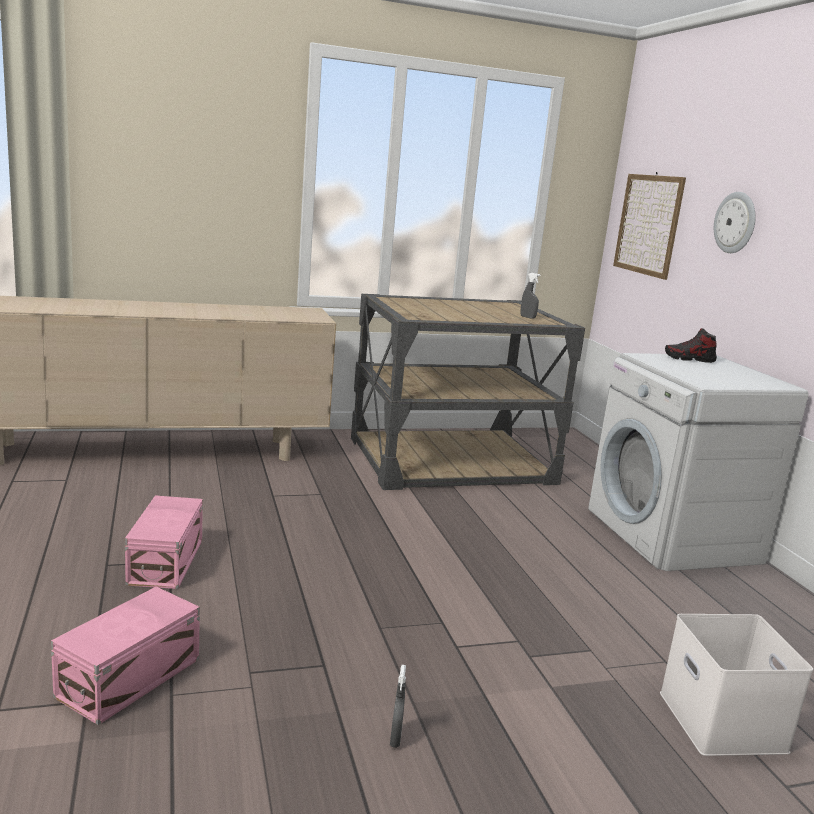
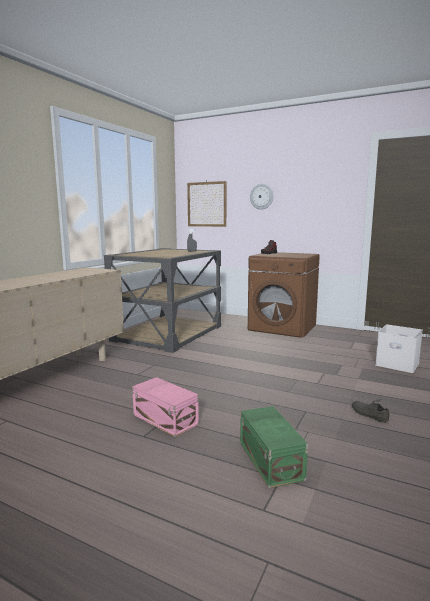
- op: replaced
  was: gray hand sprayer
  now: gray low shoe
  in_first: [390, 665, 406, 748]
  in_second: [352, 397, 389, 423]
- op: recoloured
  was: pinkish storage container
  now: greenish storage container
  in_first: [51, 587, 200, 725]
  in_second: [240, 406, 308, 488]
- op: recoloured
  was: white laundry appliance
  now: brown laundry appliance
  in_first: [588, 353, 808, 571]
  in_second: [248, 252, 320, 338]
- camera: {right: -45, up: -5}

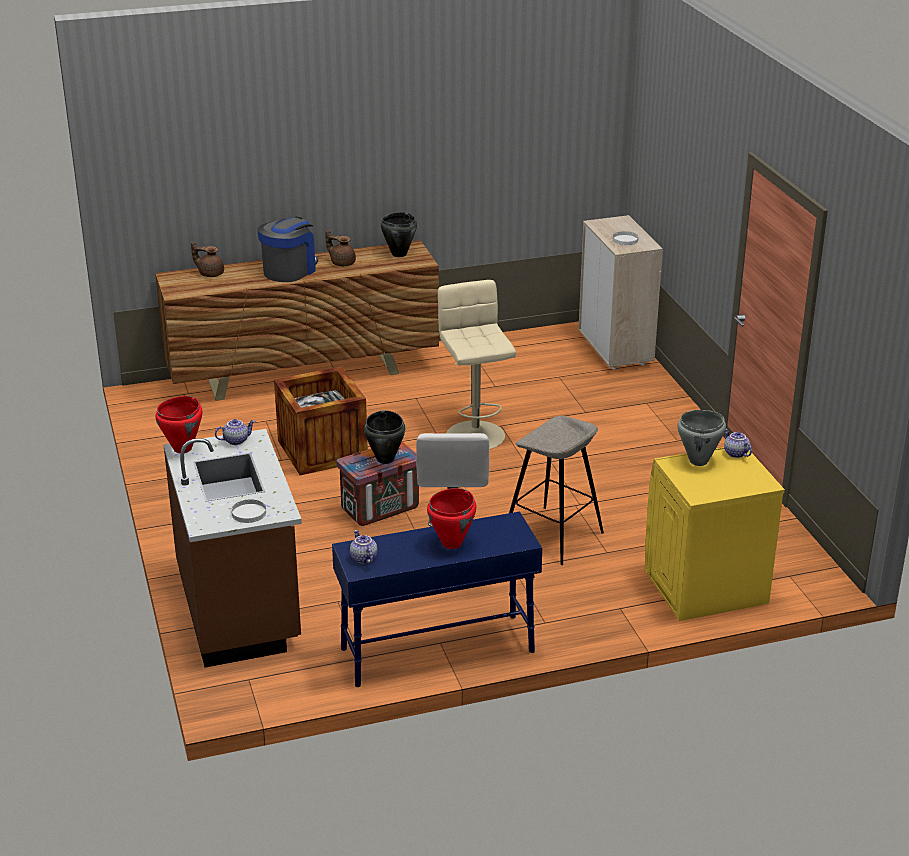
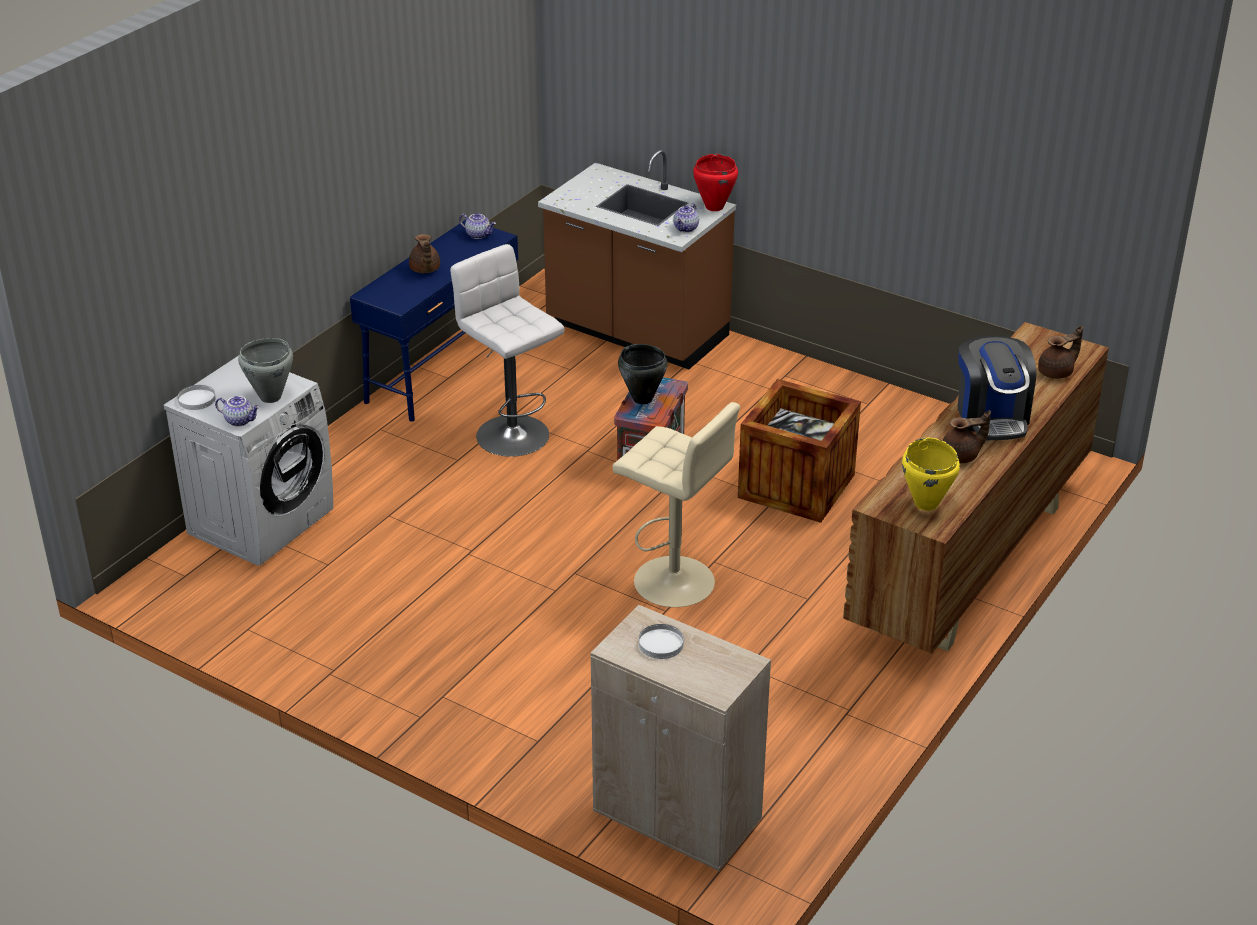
- op: removed
  was: gray stool seat
  in_first: [509, 416, 604, 565]
- op: moved
  was: white plate
  in_first: [231, 499, 266, 523]
  in_second: [177, 385, 216, 410]
- op: replaced
  was: red-coloured cooking pot
  now: brown teapot
  in_first: [427, 488, 476, 549]
  in_second: [409, 234, 440, 273]
- op: recoloured
  was: blackish cooking pot
  now: yellow-coloured cooking pot
  in_first: [381, 212, 417, 257]
  in_second: [902, 438, 960, 511]
- op: recoloured
  was: yellow-coloured laundry appliance
  now: white laundry appliance
  in_first: [645, 447, 785, 621]
  in_second: [164, 355, 333, 565]
- camera: {right: 140, up: 5}

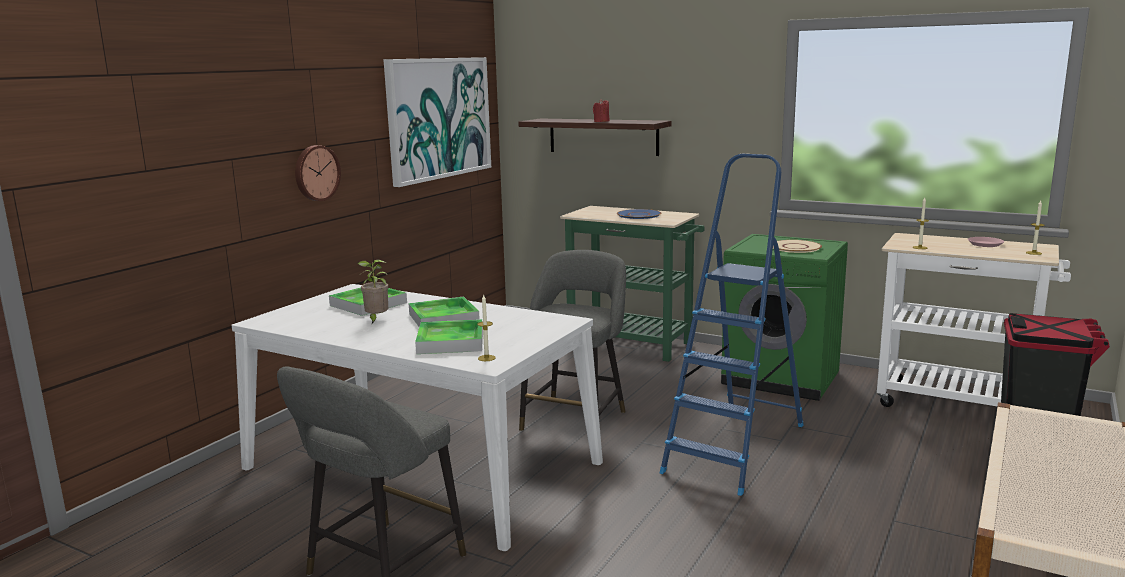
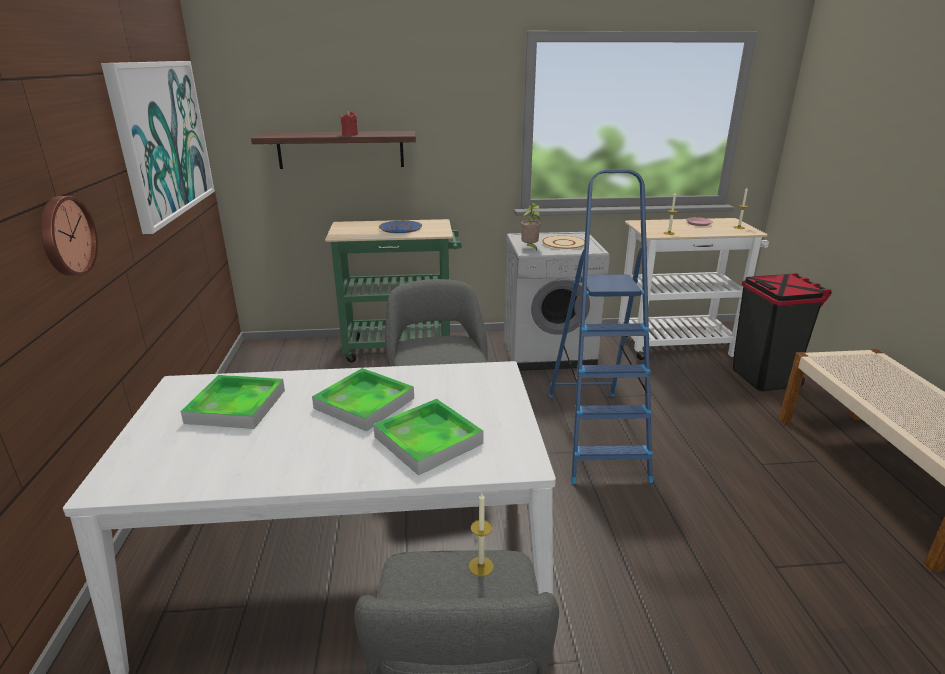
- op: moved
  was: plant in a pot
  in_first: [358, 259, 388, 324]
  in_second: [521, 203, 541, 251]
- op: moved
  was: wax light
  in_first: [478, 295, 496, 361]
  in_second: [469, 493, 494, 577]
- op: recoloured
  was: greenish laundry appliance
  now: white laundry appliance
  in_first: [721, 234, 848, 401]
  in_second: [504, 232, 610, 371]
- camera: {right: -35, up: 10}

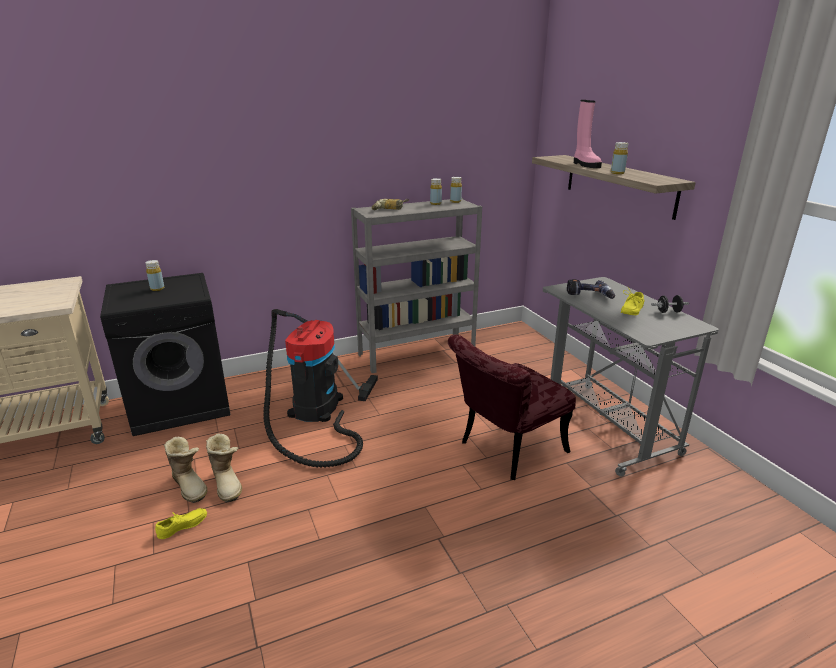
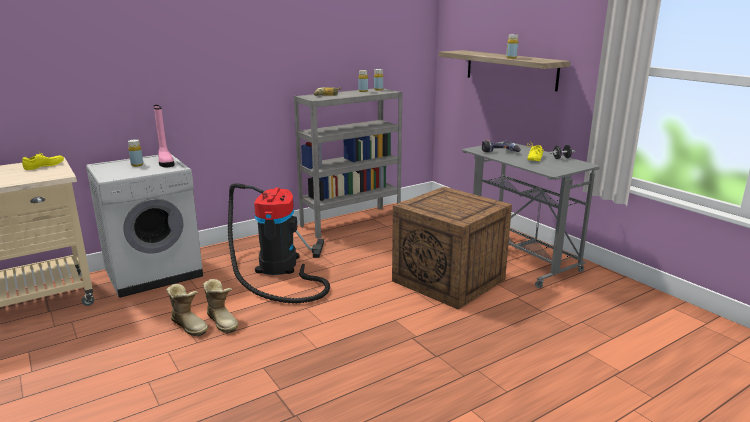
- op: moved
  was: yellow-coloured low shoe
  in_first: [155, 508, 207, 539]
  in_second: [22, 151, 64, 170]
- op: moved
  was: pinkish boot
  in_first: [574, 100, 602, 168]
  in_second: [154, 105, 175, 167]
- op: replaced
  was: red-coloured plain chair
  now: shipping crate
  in_first: [448, 334, 576, 480]
  in_second: [392, 187, 512, 310]
- op: recoloured
  was: blackish laundry appliance
  now: white laundry appliance
  in_first: [100, 273, 230, 436]
  in_second: [86, 153, 203, 298]
- camera: {right: -10, up: -5}

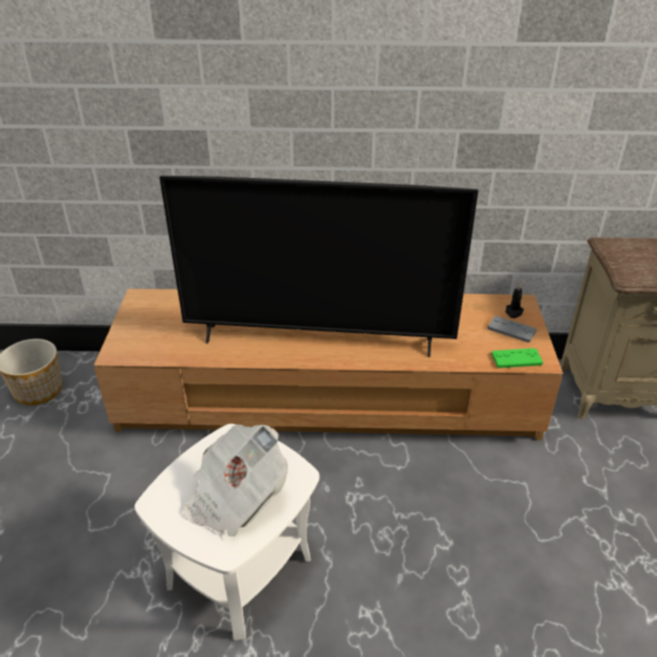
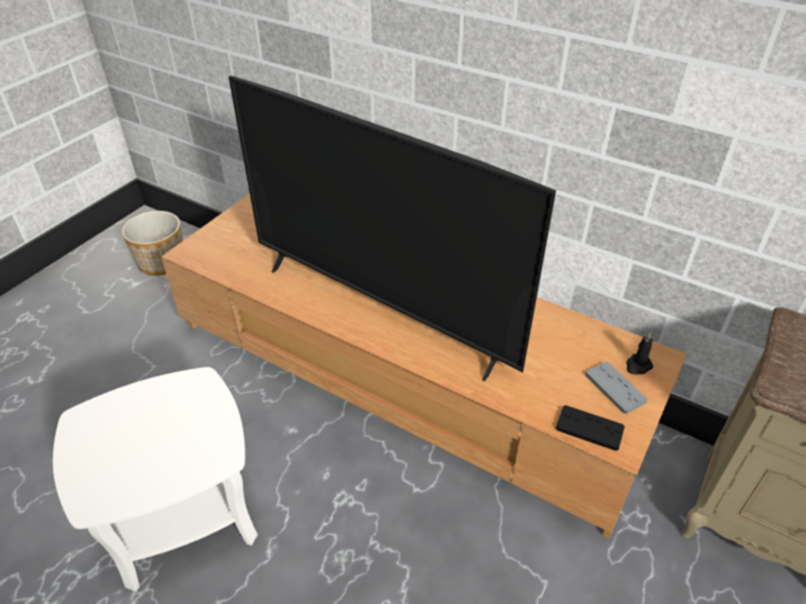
- op: removed
  was: newspaper
  in_first: [183, 424, 288, 537]
- op: recoloured
  was: greenish gamepad
  now: blackish gamepad
  in_first: [492, 348, 543, 368]
  in_second: [555, 405, 625, 451]
- camera: {right: 30, up: 5}

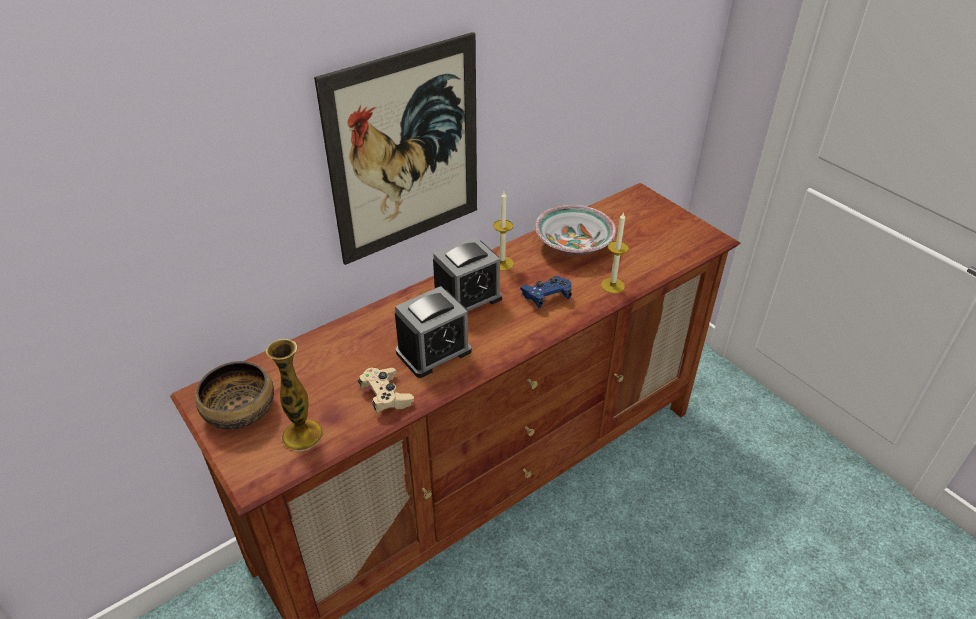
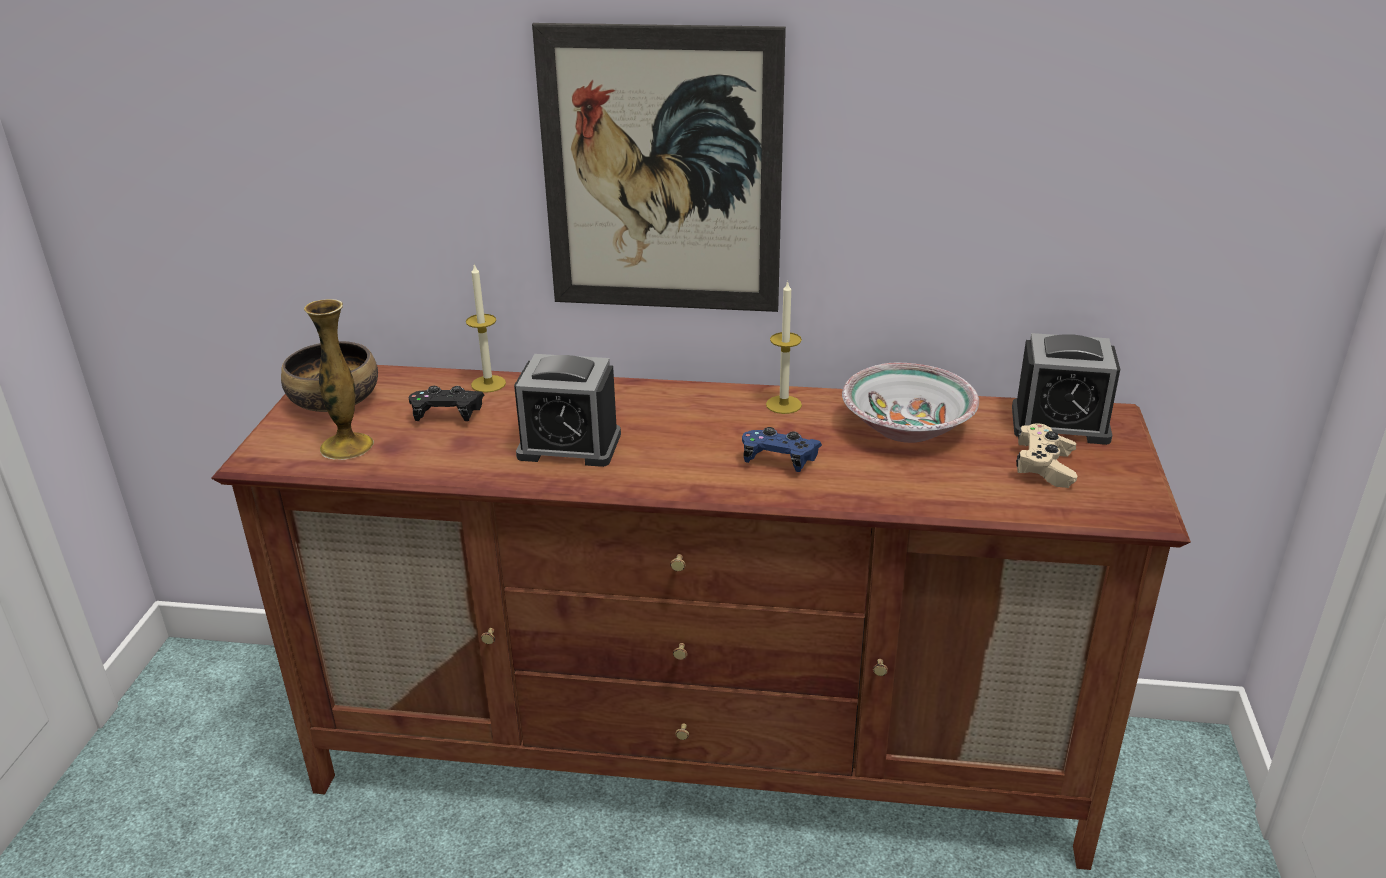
- op: added
  now: blackish gamepad
  in_second: [409, 386, 485, 421]
- op: moved
  was: beige-coloured gamepad
  in_first: [358, 368, 414, 413]
  in_second: [1016, 423, 1077, 488]
- op: moved
  was: table clock
  in_first: [433, 237, 502, 311]
  in_second: [1012, 333, 1120, 445]
- op: moved
  was: wax light
  in_first: [601, 213, 629, 294]
  in_second: [466, 263, 506, 393]
- camera: {right: 45, up: -10}

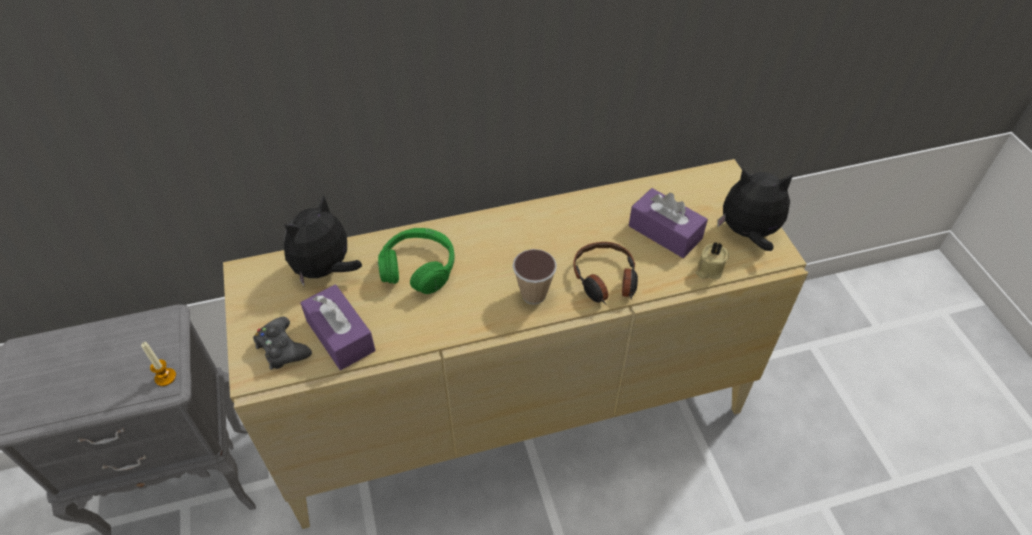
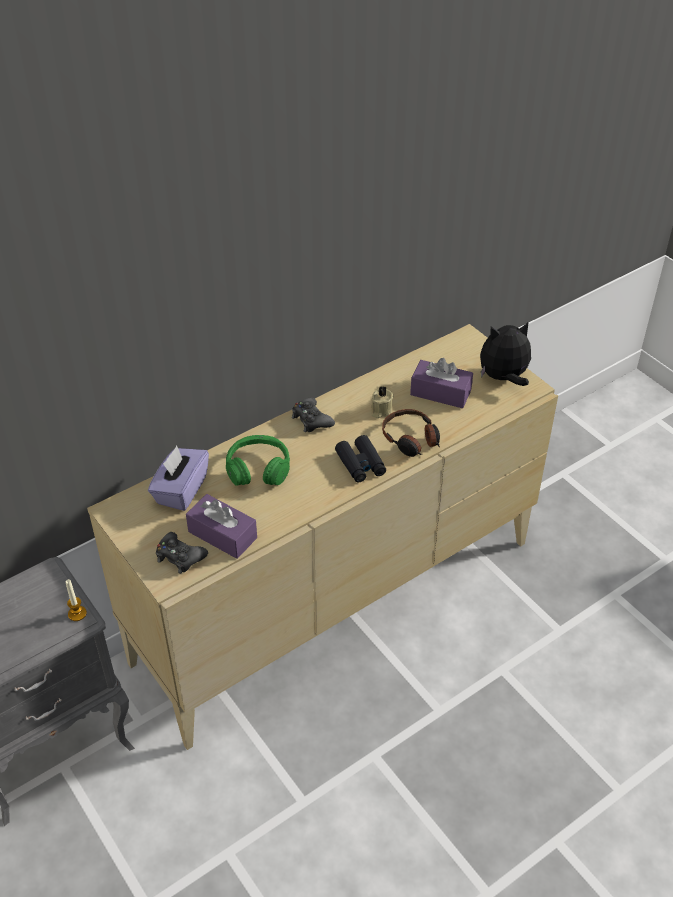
- op: added
  now: blackish gamepad
  in_second: [292, 397, 335, 432]
- op: moved
  was: beige-coloured wax light
  in_first: [695, 242, 729, 279]
  in_second: [371, 386, 394, 418]
- op: replaced
  was: cuddly toy
  now: purple-coloured tissue holder
  in_first: [284, 196, 362, 286]
  in_second: [148, 446, 209, 511]
- op: replaced
  was: cup
  now: blackish pair of binoculars
  in_first: [513, 249, 557, 305]
  in_second: [335, 435, 386, 482]
- camera: {right: -20, up: -5}

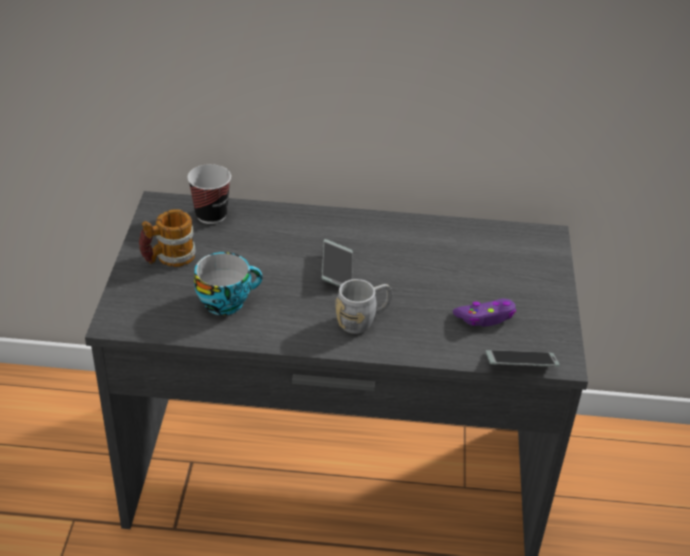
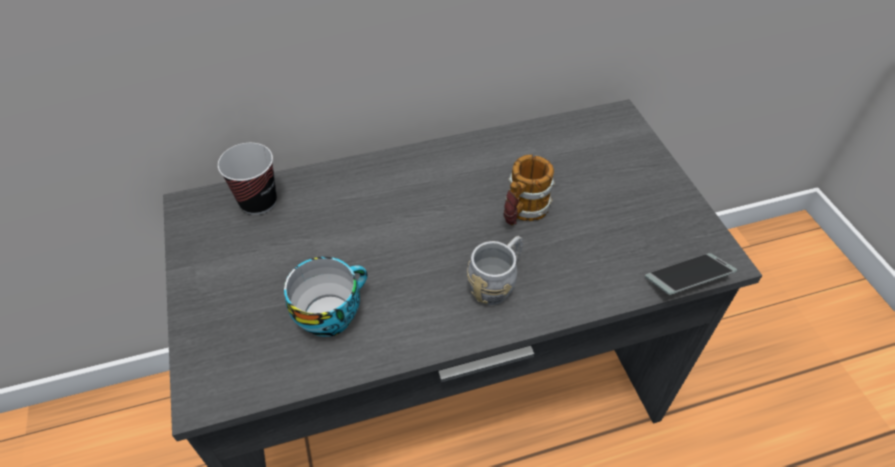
- op: removed
  was: telephone
  in_first: [321, 239, 353, 287]
- op: removed
  was: purple-coloured gamepad
  in_first: [453, 298, 516, 327]
- op: moved
  was: mug
  in_first: [139, 209, 195, 267]
  in_second: [503, 154, 555, 225]
- camera: {right: -20, up: 10}

